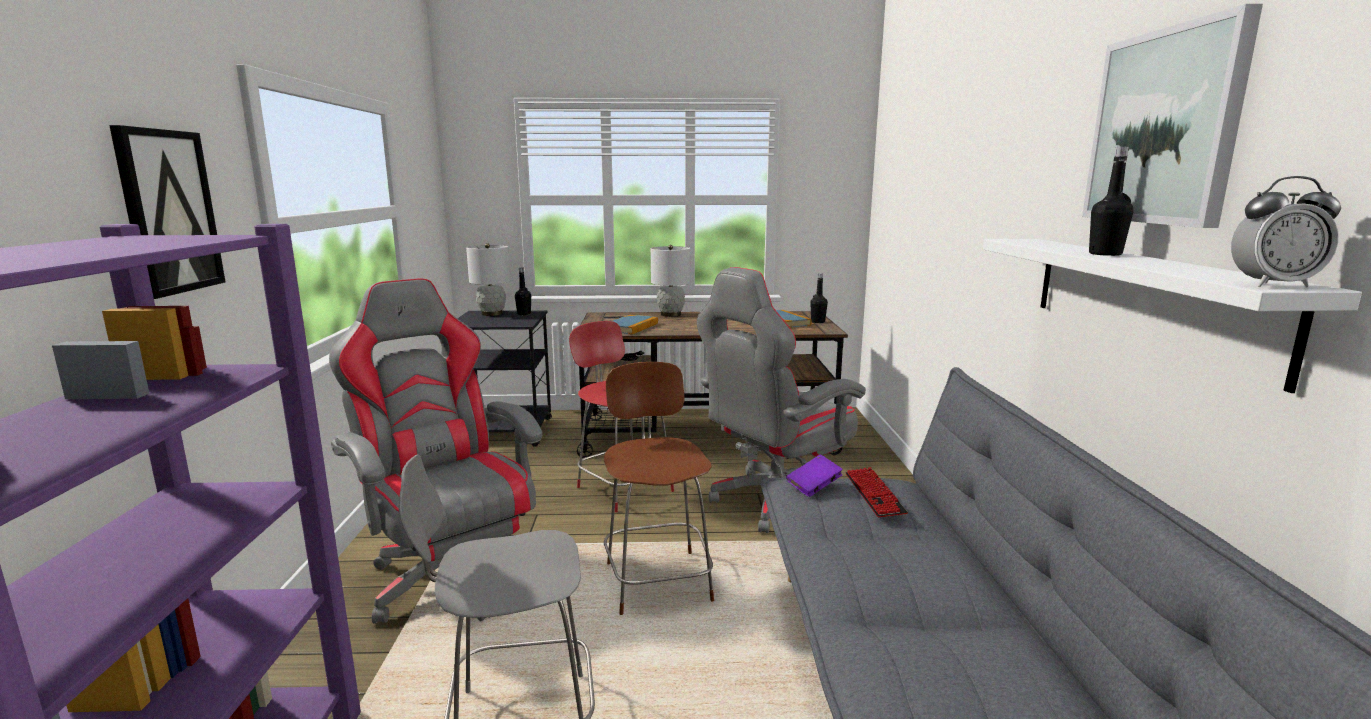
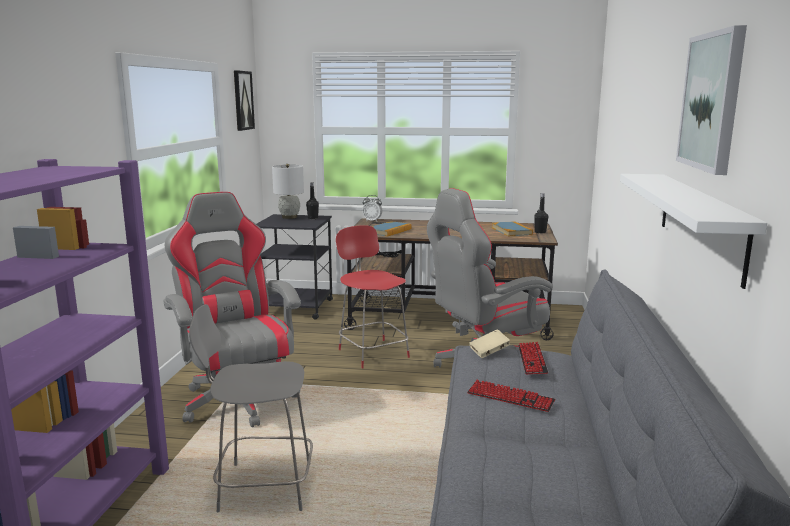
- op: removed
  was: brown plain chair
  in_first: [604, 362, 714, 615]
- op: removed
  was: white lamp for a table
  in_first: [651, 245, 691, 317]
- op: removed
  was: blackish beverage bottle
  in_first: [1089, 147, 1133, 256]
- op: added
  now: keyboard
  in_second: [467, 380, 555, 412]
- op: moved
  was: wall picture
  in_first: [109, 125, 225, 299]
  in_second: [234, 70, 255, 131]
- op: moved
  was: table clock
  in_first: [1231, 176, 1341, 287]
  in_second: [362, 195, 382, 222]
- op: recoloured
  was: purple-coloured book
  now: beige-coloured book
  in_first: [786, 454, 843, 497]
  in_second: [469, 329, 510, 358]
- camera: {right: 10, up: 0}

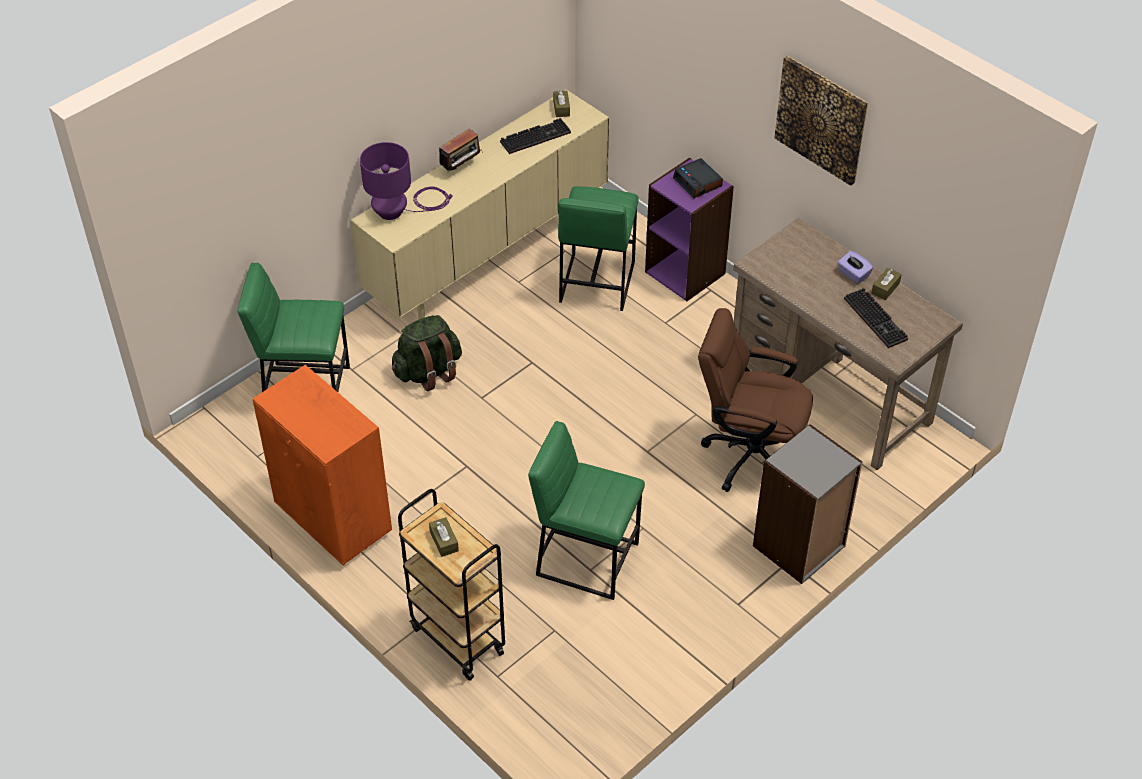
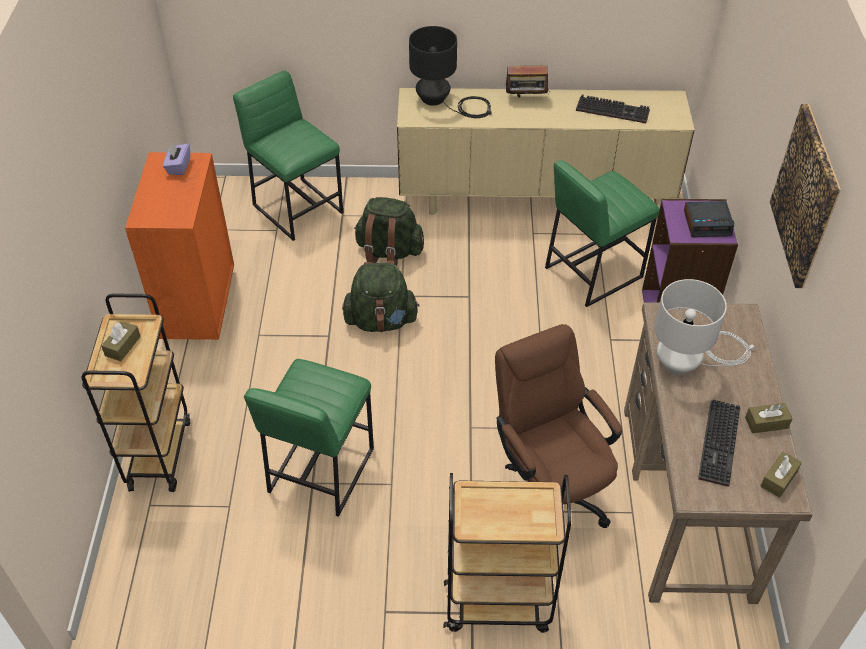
- op: added
  now: greenish knapsack
  in_second: [342, 261, 420, 332]
- op: added
  now: white lamp for a table
  in_second: [655, 279, 755, 375]
- op: moved
  was: brown tissue holder
  in_first: [553, 89, 570, 117]
  in_second: [760, 451, 802, 498]
- op: moved
  was: purple-coloured tissue holder
  in_first: [838, 251, 873, 284]
  in_second: [163, 143, 190, 175]
- op: replaced
  was: gray shelving unit
  now: brown wheeled cart
  in_first: [753, 424, 862, 584]
  in_second: [443, 473, 571, 633]
- op: recoloured
  was: purple-coloured lamp for a table
  now: blackish lamp for a table
  in_first: [360, 142, 452, 220]
  in_second: [409, 26, 491, 118]
- op: turned
  was: greenish plain chair
  in_first: [528, 421, 645, 600]
  in_second: [244, 359, 374, 517]
  clockwise: -135
- op: turned
  was: table clock
  in_first: [673, 158, 723, 199]
  in_second: [684, 201, 734, 237]
  clockwise: -105
- camera: {right: 45, up: 0}

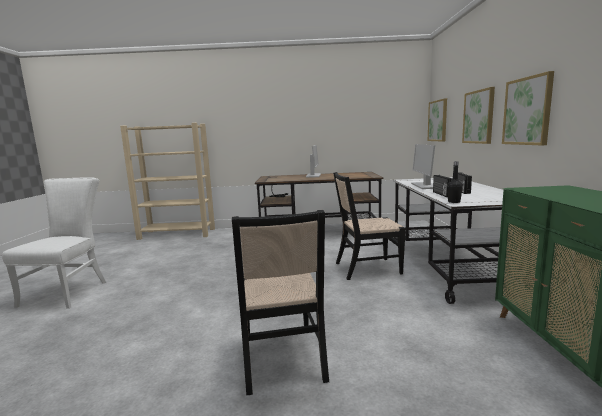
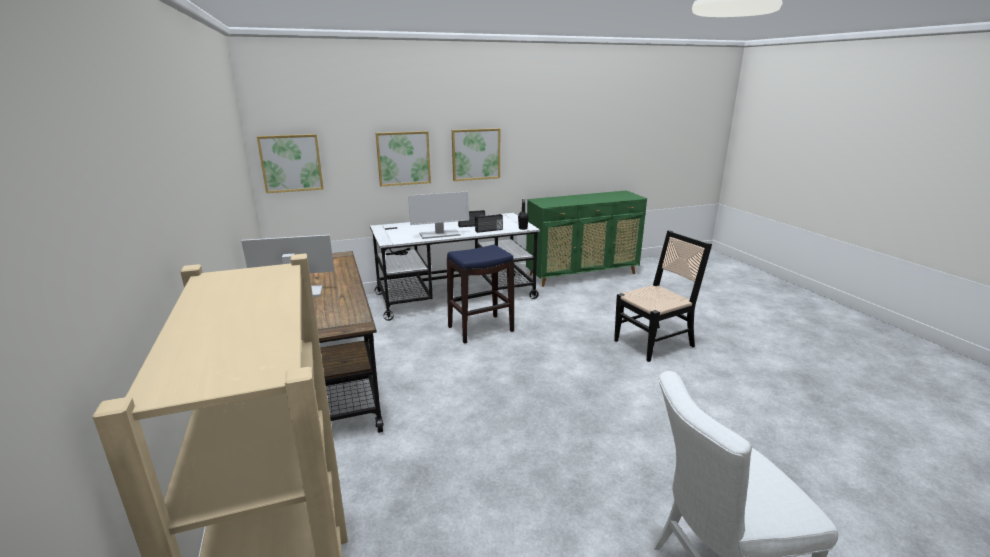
- op: replaced
  was: plain chair
  now: stool seat
  in_first: [333, 172, 406, 280]
  in_second: [447, 245, 514, 343]
- camera: {right: -110, up: 10}

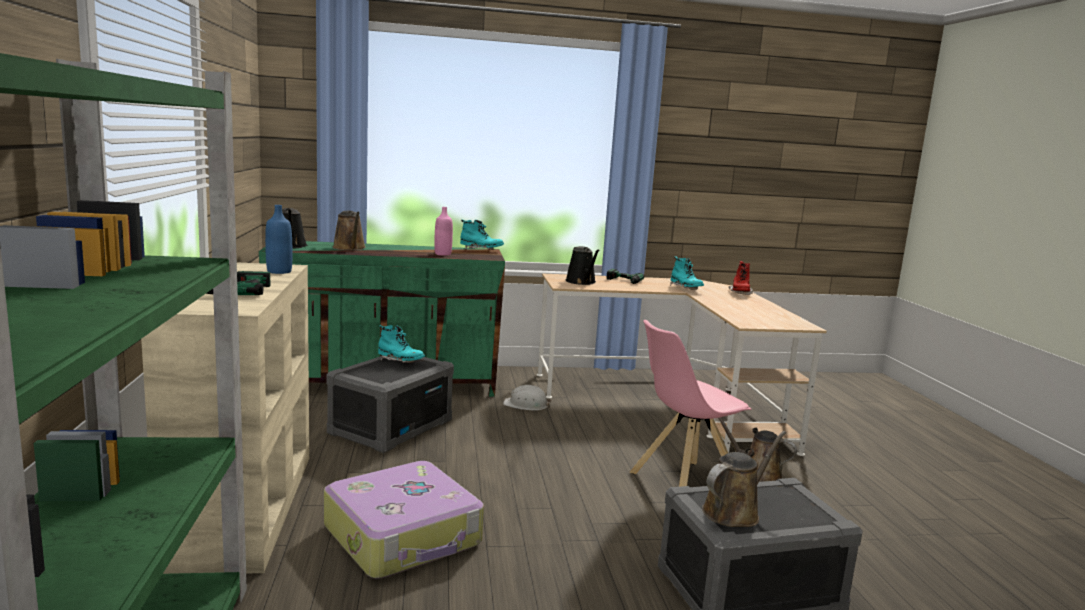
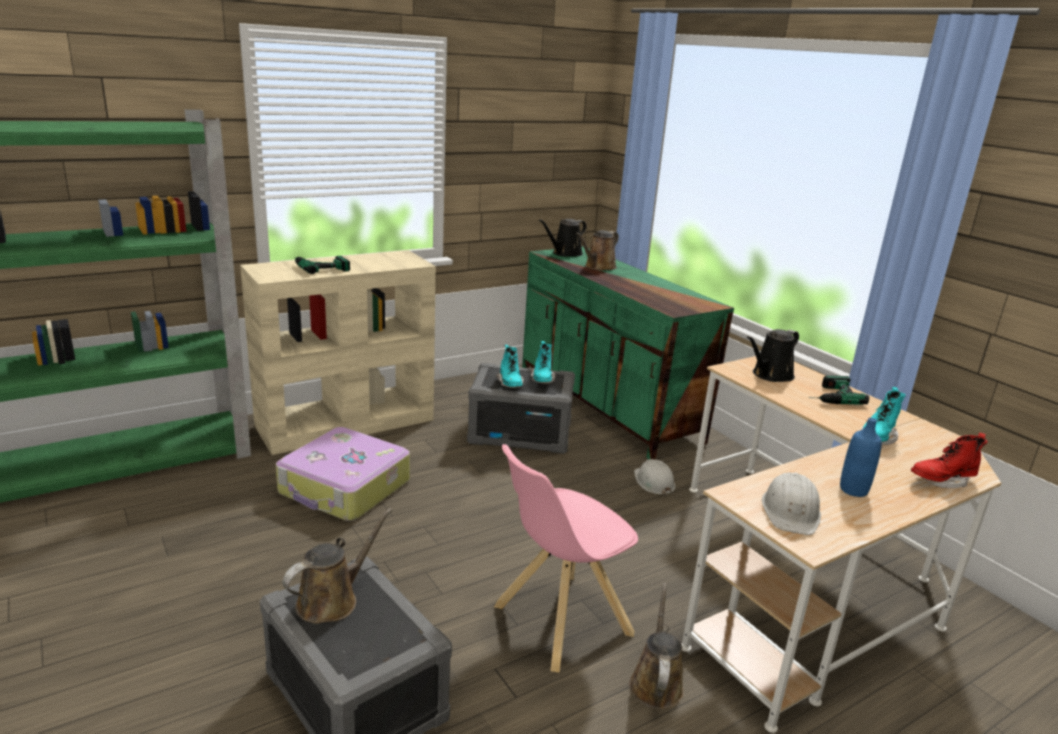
- op: removed
  was: pinkish beverage bottle
  in_first: [434, 207, 453, 256]
- op: added
  now: white hard hat
  in_second: [762, 472, 821, 535]
- op: moved
  was: bluish beverage bottle
  in_first: [265, 205, 292, 274]
  in_second: [840, 418, 882, 497]
- op: moved
  was: turquoise boot
  in_first: [460, 220, 504, 250]
  in_second: [496, 344, 524, 388]
- op: turned
  was: pinkish plain chair
  in_first: [629, 320, 751, 487]
  in_second: [494, 444, 638, 673]
  clockwise: -75
- op: turned
  was: brown sprinkling can
  in_first: [702, 431, 786, 527]
  in_second: [282, 508, 393, 624]
  clockwise: -75
- camera: {right: 65, up: 10}

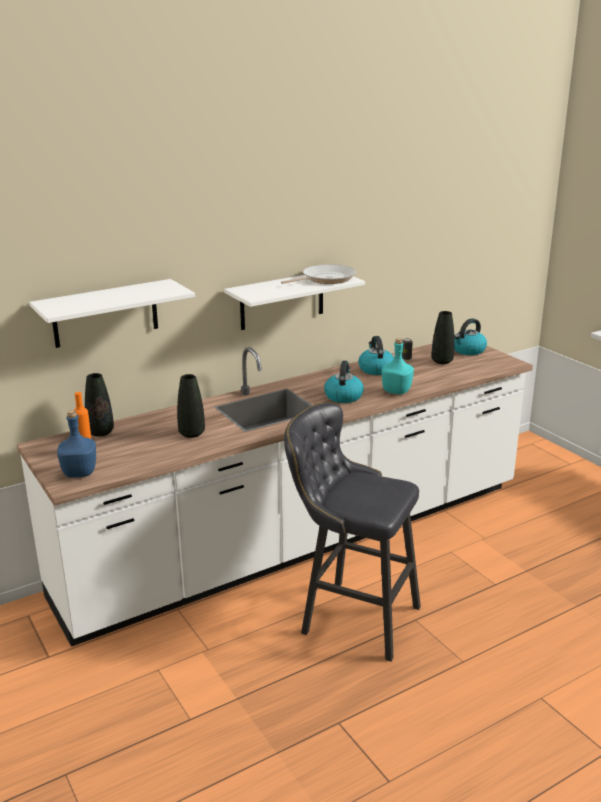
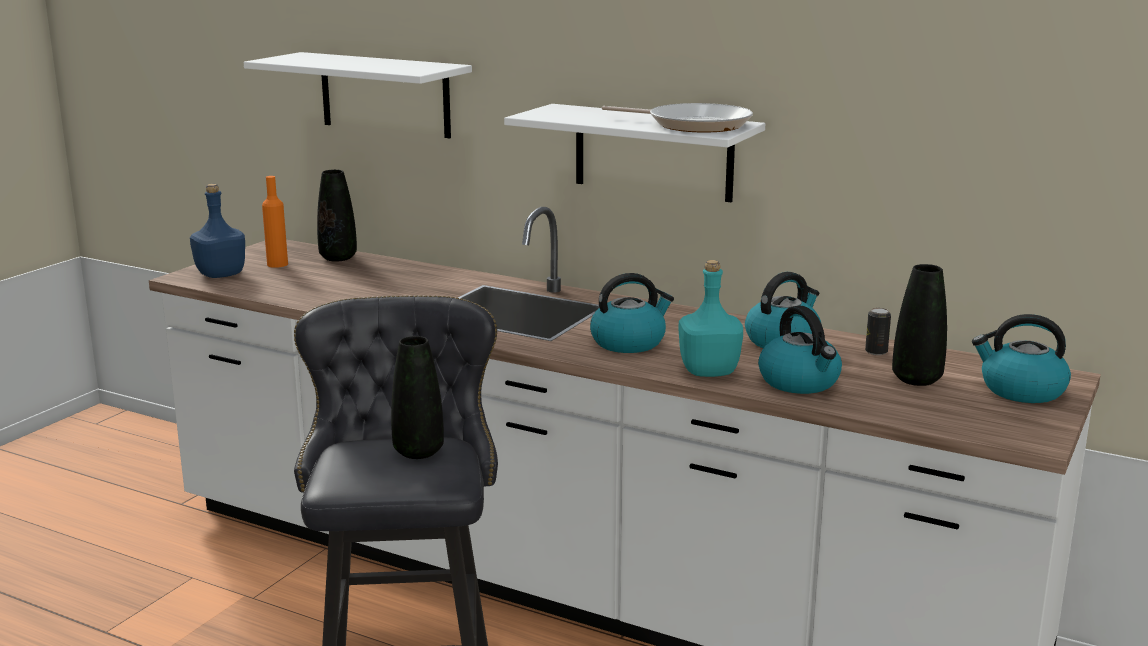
- op: added
  now: tea kettle
  in_second: [758, 306, 842, 394]
- op: moved
  was: blackish vase
  in_first: [177, 374, 205, 438]
  in_second: [391, 336, 444, 459]
- camera: {right: 60, up: -5}

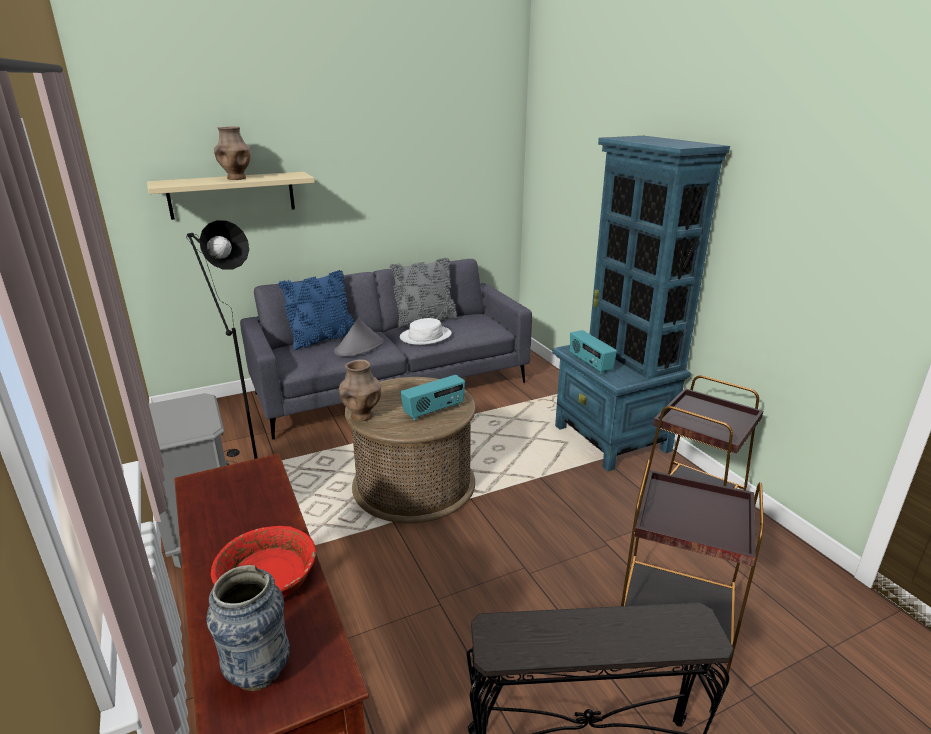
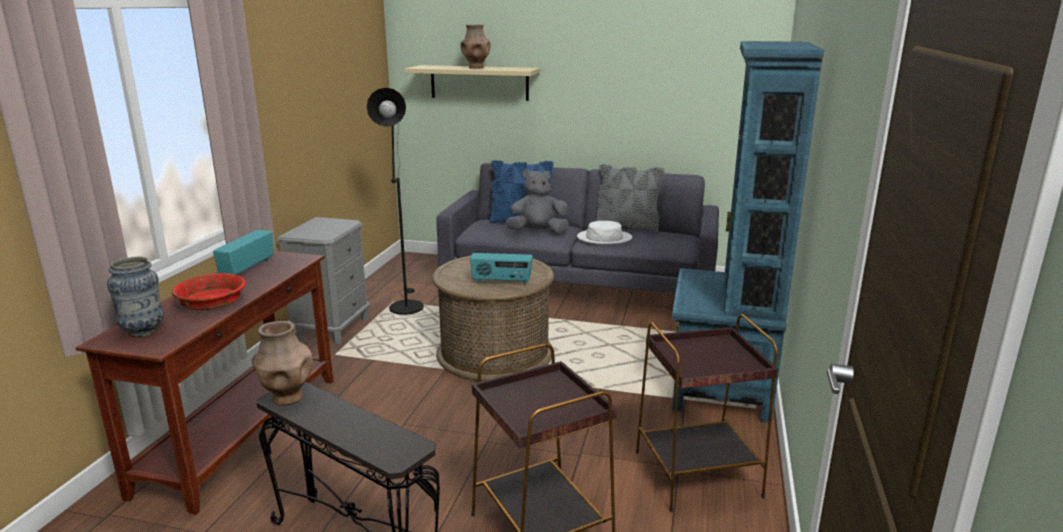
- op: moved
  was: brown vase
  in_first: [339, 359, 381, 421]
  in_second: [252, 321, 313, 406]
- op: moved
  was: radio
  in_first: [570, 330, 617, 374]
  in_second: [213, 230, 274, 275]
- op: replaced
  was: gray wearable hat
  now: gray cuddly toy
  in_first: [334, 318, 384, 356]
  in_second: [506, 169, 569, 233]
- camera: {right: 40, up: -5}

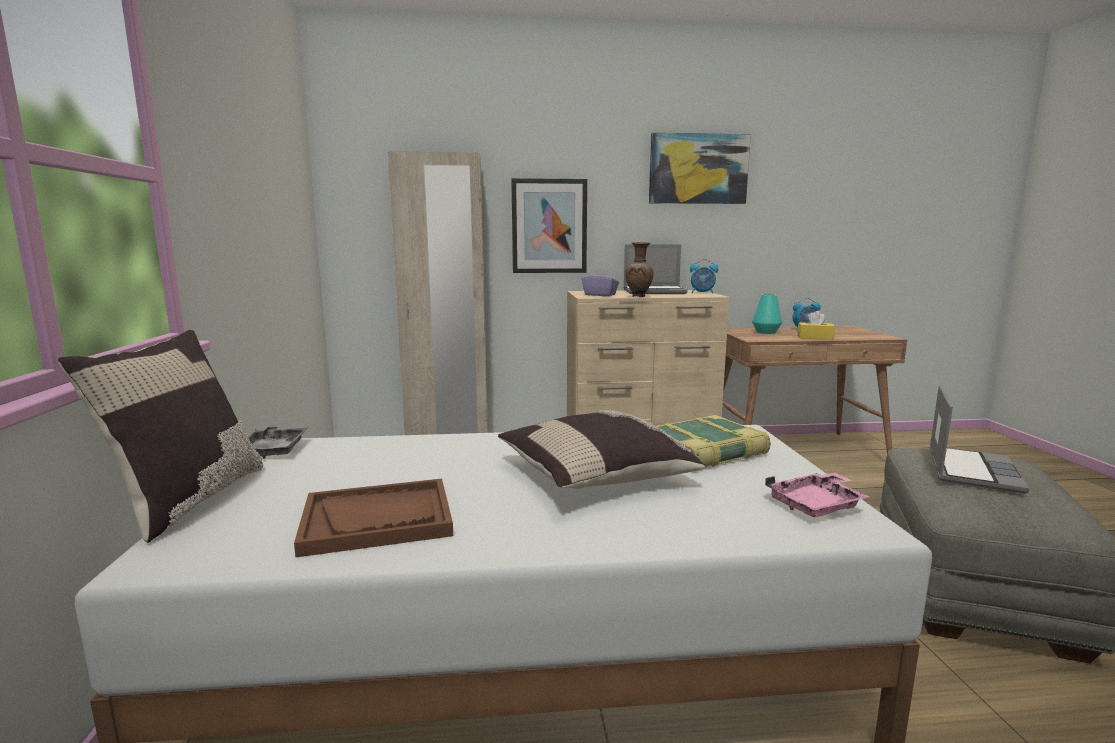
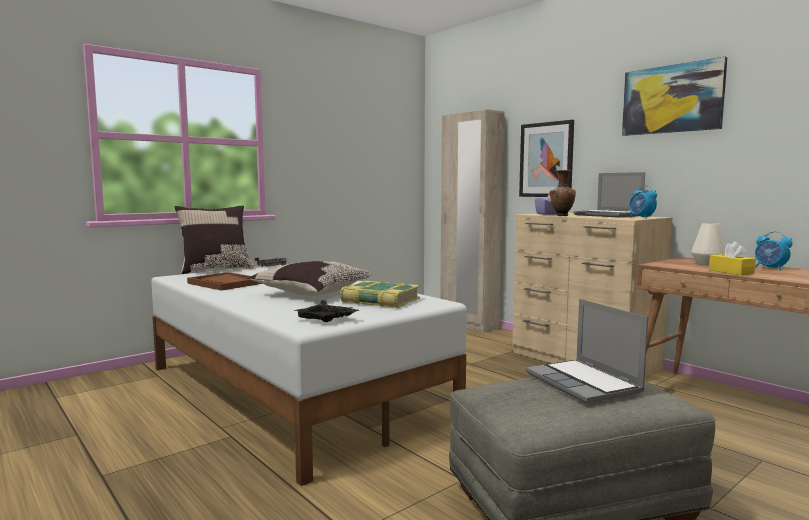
- op: recoloured
  was: turquoise vase
  now: white vase
  in_first: [752, 294, 782, 334]
  in_second: [691, 223, 725, 265]
- op: recoloured
  was: pinkish tray
  now: blackish tray
  in_first: [765, 472, 870, 517]
  in_second: [294, 300, 359, 322]
- op: turned
  was: laptop
  in_first: [929, 385, 1030, 494]
  in_second: [526, 299, 648, 404]
  clockwise: 75
- camera: {right: 55, up: -5}

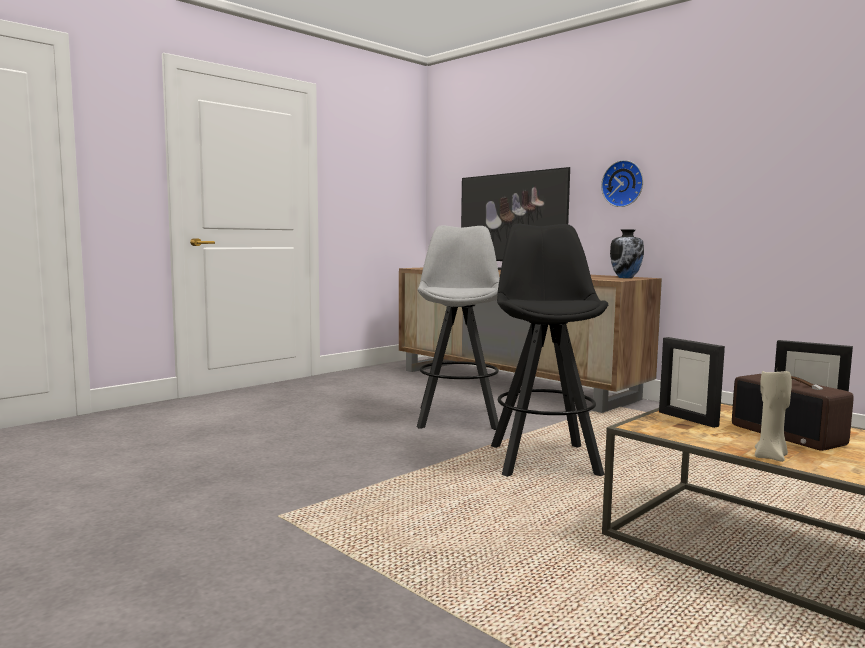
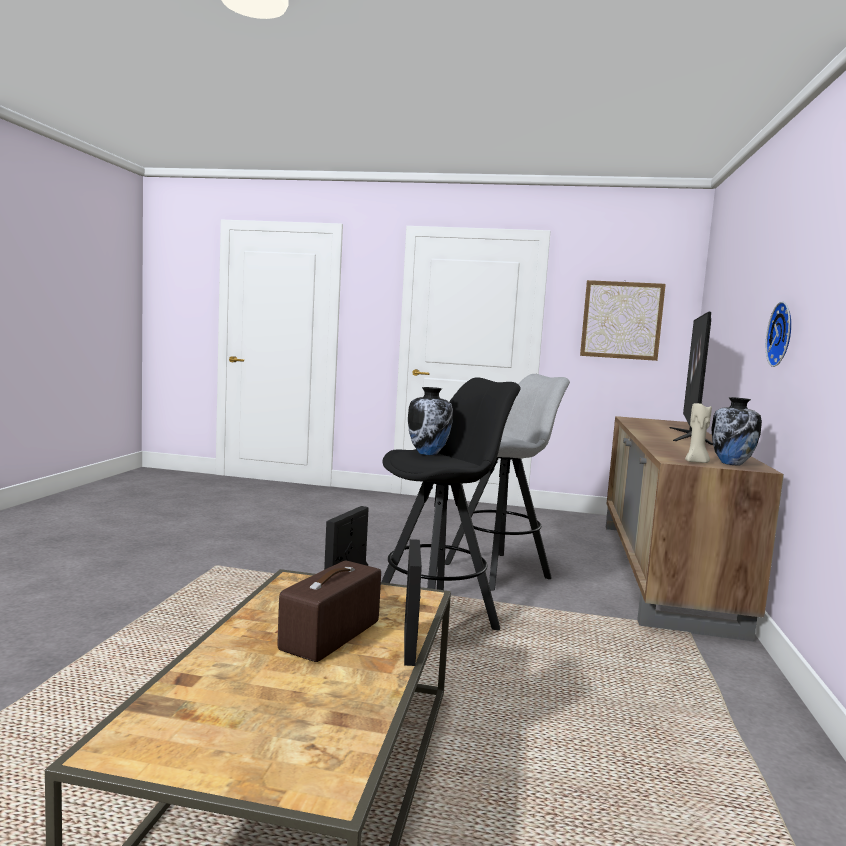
- op: added
  now: vase
  in_second: [408, 387, 453, 455]
- op: added
  now: wall picture
  in_second: [580, 280, 666, 361]
- op: moved
  was: beige-coloured wax light
  in_first: [755, 370, 792, 462]
  in_second: [685, 402, 712, 463]
- camera: {right: 55, up: 0}

